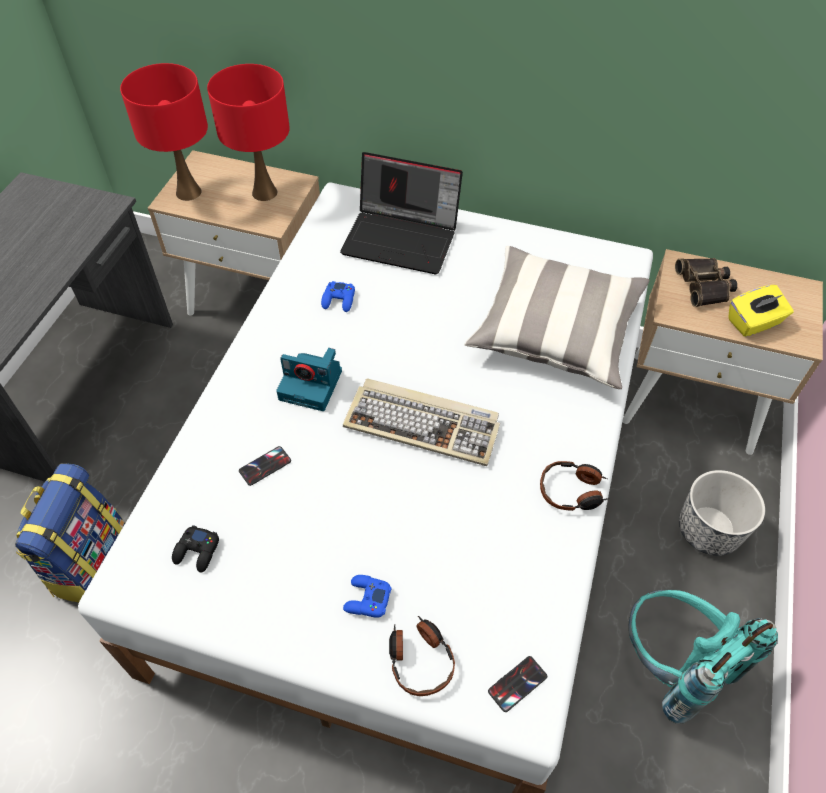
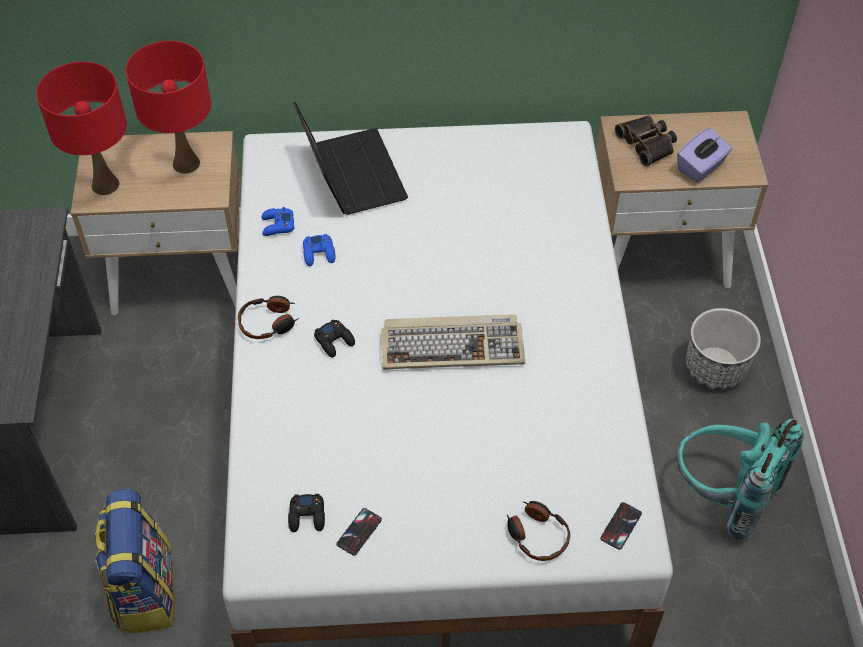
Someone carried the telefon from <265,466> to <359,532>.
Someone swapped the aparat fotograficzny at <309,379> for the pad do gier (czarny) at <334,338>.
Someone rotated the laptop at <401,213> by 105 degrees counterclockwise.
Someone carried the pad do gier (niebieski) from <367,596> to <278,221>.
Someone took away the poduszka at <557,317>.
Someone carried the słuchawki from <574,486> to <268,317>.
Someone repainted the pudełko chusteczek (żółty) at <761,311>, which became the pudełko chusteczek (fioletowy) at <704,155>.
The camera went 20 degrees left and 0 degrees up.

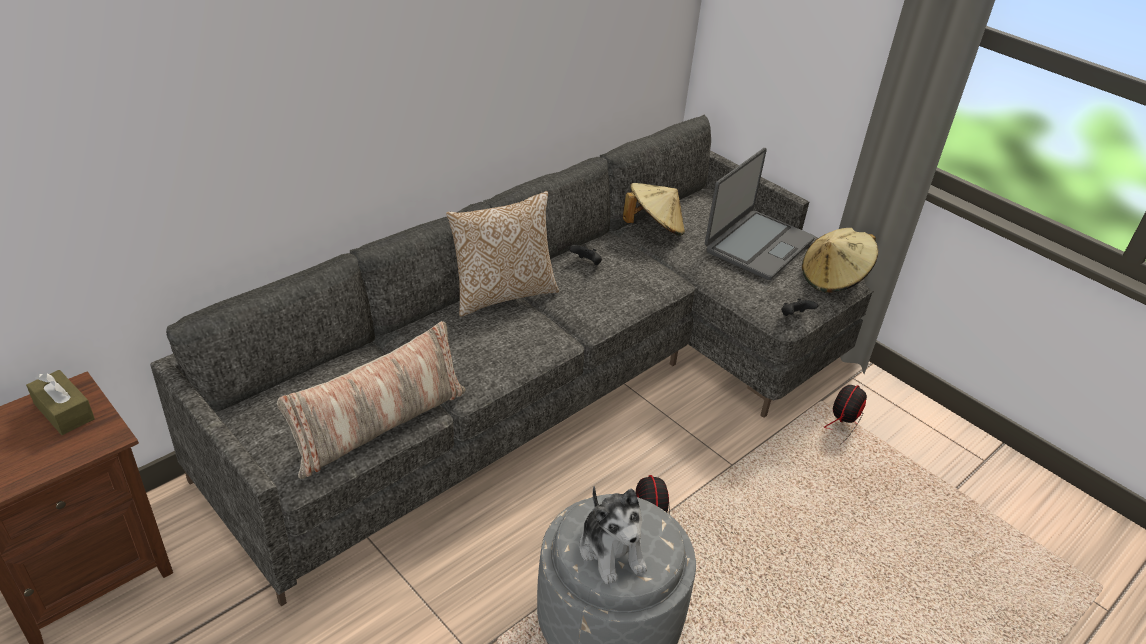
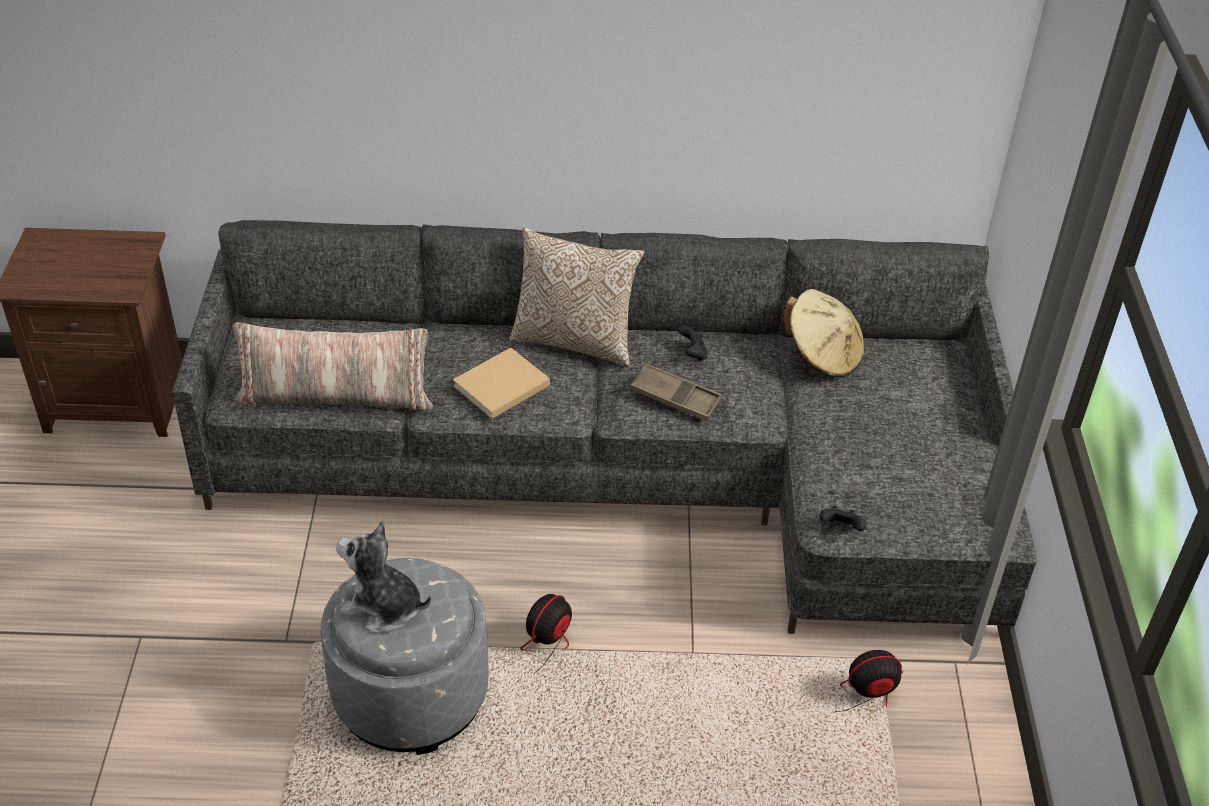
Someone took away the pudełko chusteczek (brązowy) at <60,402>.
Someone rotated the pluszak at <613,535> by 90 degrees clockwise.
Someone took away the laptop at <760,214>.
Someone took away the kapelusz (beżowy) at <840,260>.
Someone put down the książka (beżowy) at <501,383>.
Someone put down the taca (brązowy) at <676,392>.
The camera went 45 degrees right and 5 degrees up.

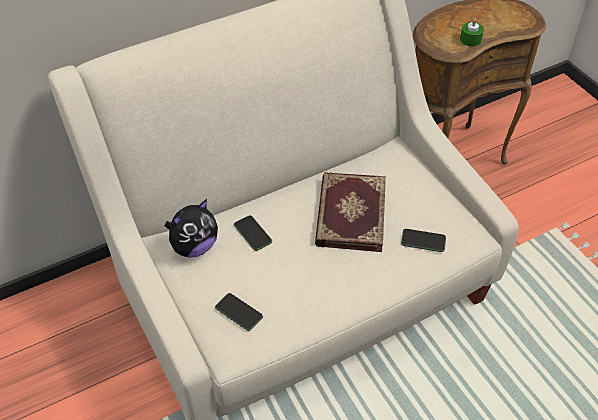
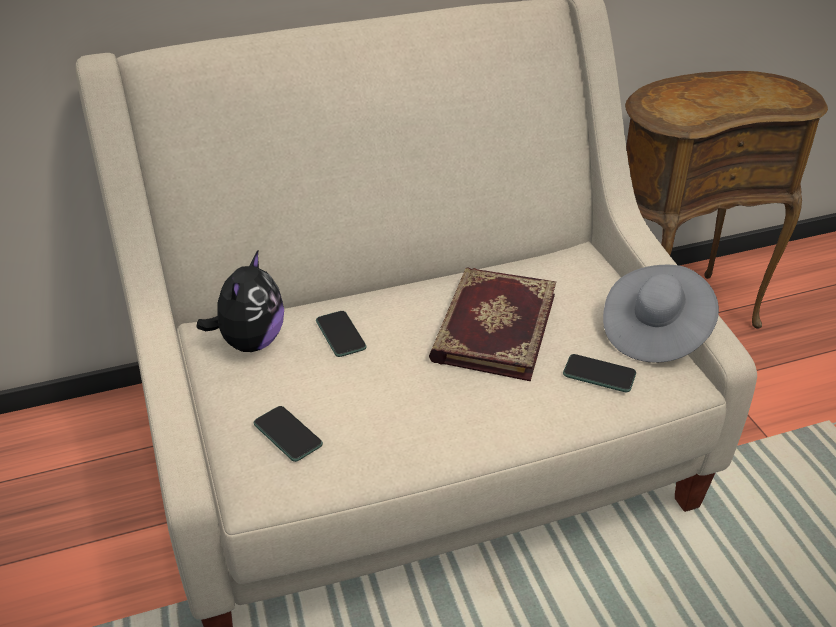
Someone rotated the pluszak at <191,228> by 45 degrees counterclockwise.
Someone took away the świeca (zielony) at <472,32>.
Someone put down the kapelusz (szary) at <661,314>.
The camera went 10 degrees right and 10 degrees down.

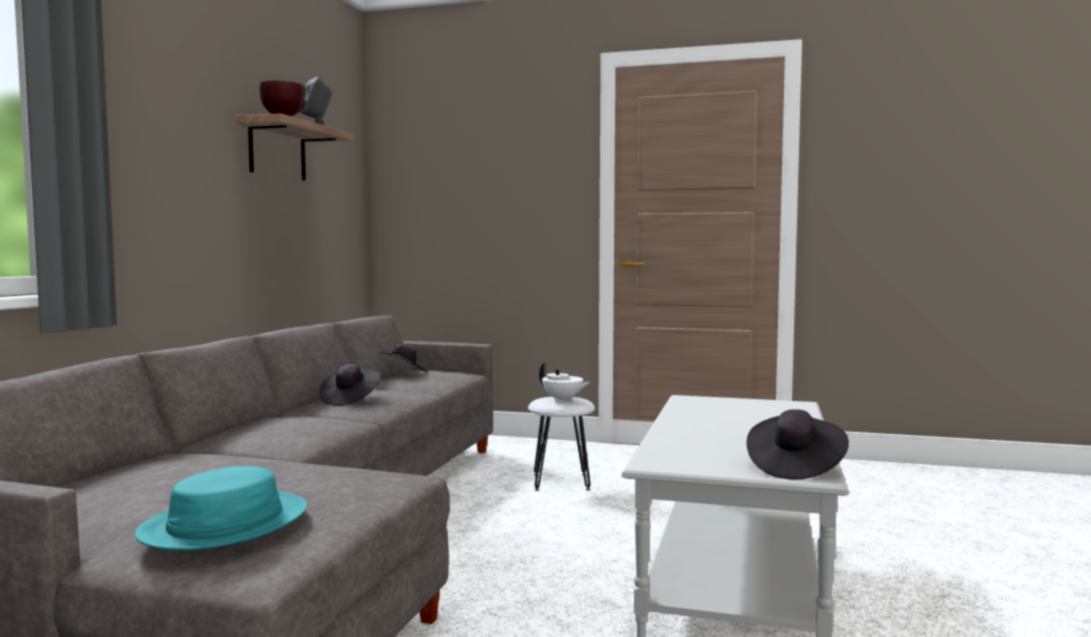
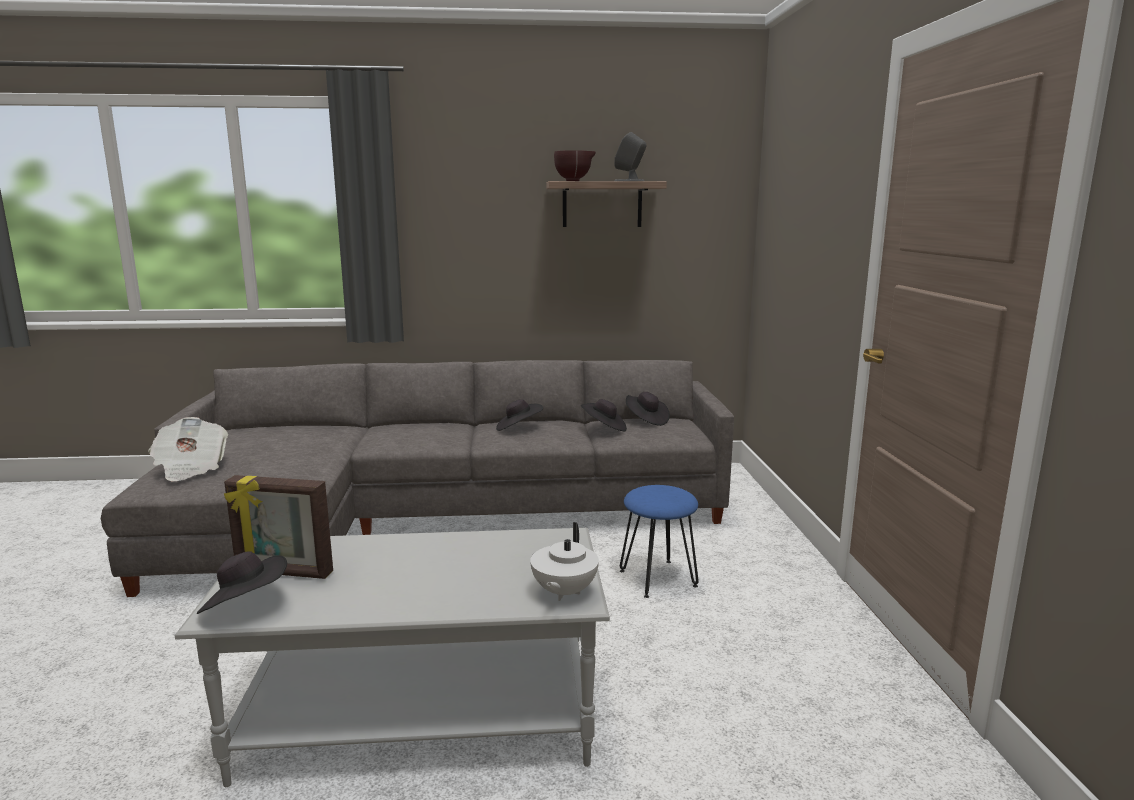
Someone swapped the kapelusz (turkusowy) at <221,508> for the gazeta at <188,449>.
Someone repainted the stołek (biały) at <561,444>, which became the stołek (niebieski) at <659,541>.
Someone carried the imbryk (biały) from <564,382> to <564,561>.
Someone put down the ramka na zdjęcie at <278,527>.
Someone put down the kapelusz (czarny) at <604,415>.
The camera went 70 degrees right and 10 degrees up.

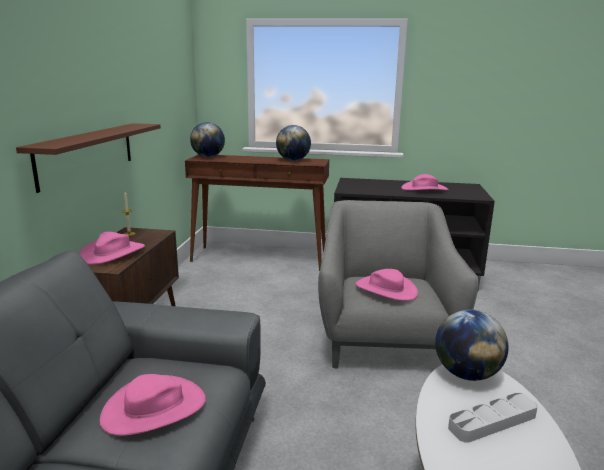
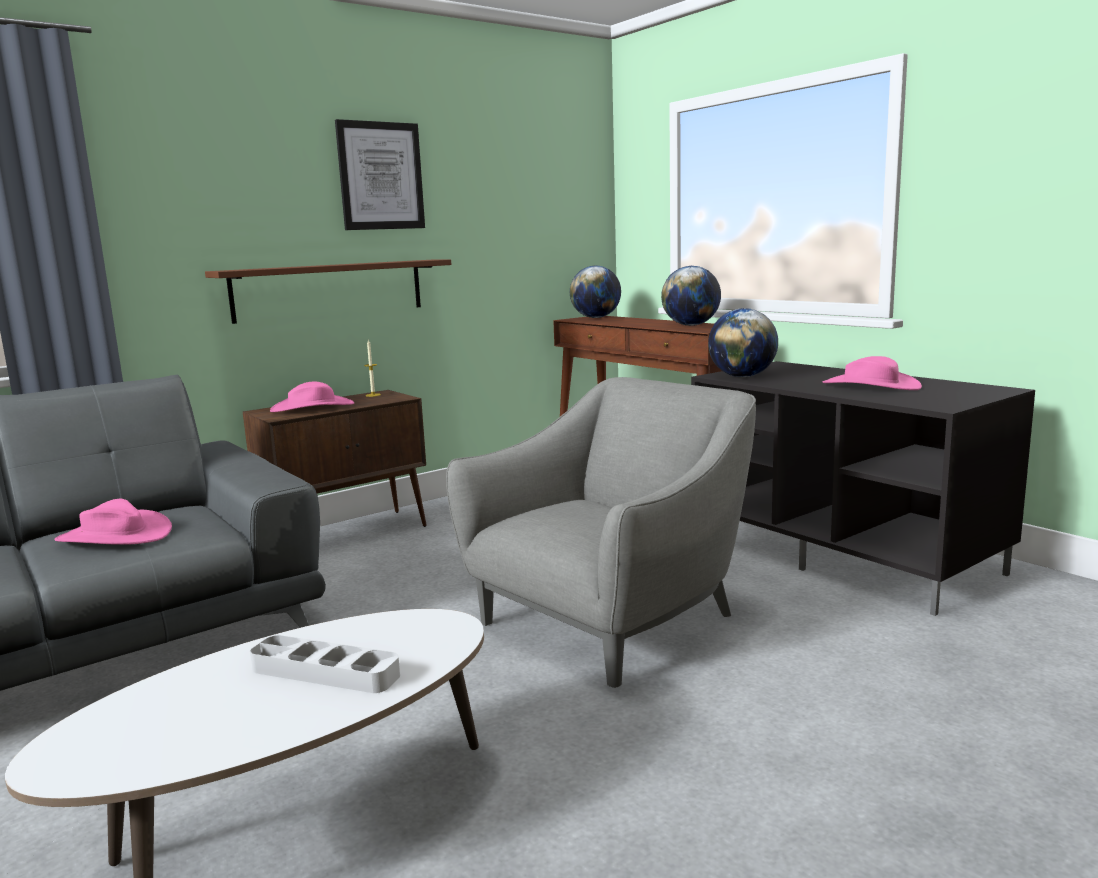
Someone took away the kapelusz (różowy) at <386,285>.
Someone carried the globus from <472,345> to <743,342>.
Someone put up the obraz at <380,174>.
The camera went 45 degrees right and 5 degrees down.

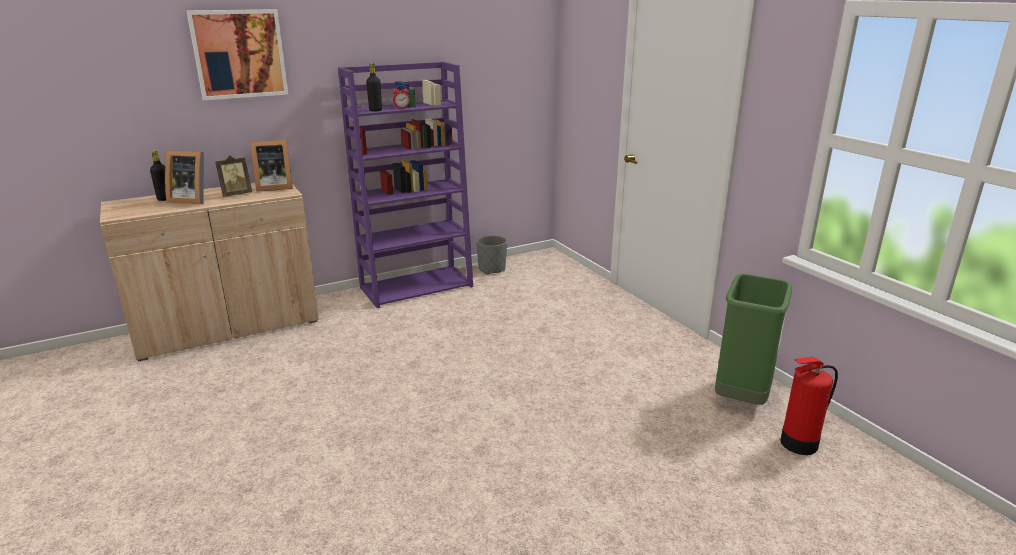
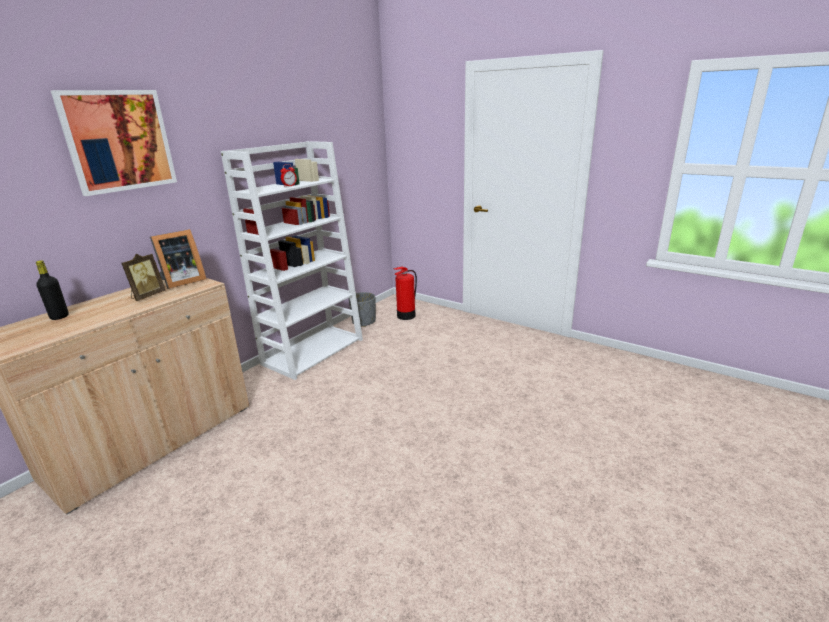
Someone took away the ramka na zdjęcie at <184,177>.
Someone repainted the regał (fioletowy) at <405,185>, which became the regał (biały) at <292,260>.
Someone took away the butelka (czarny) at <374,87>.
Someone took away the kosz na śmieci (zielony) at <753,339>.
Someone carried the gaśnica from <809,406> to <405,293>.
The camera went 25 degrees left and 0 degrees up.

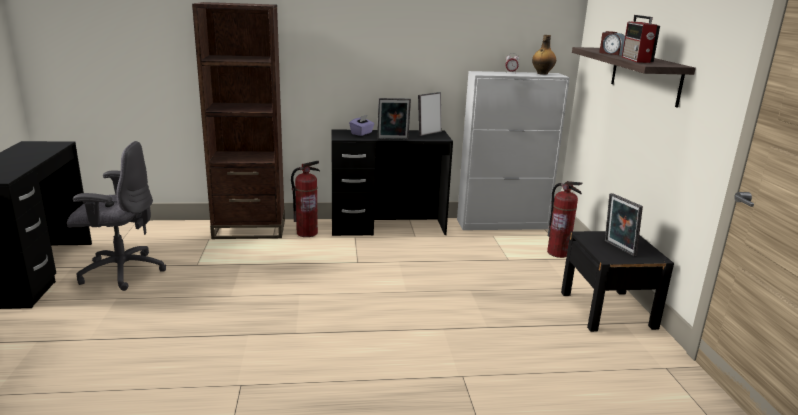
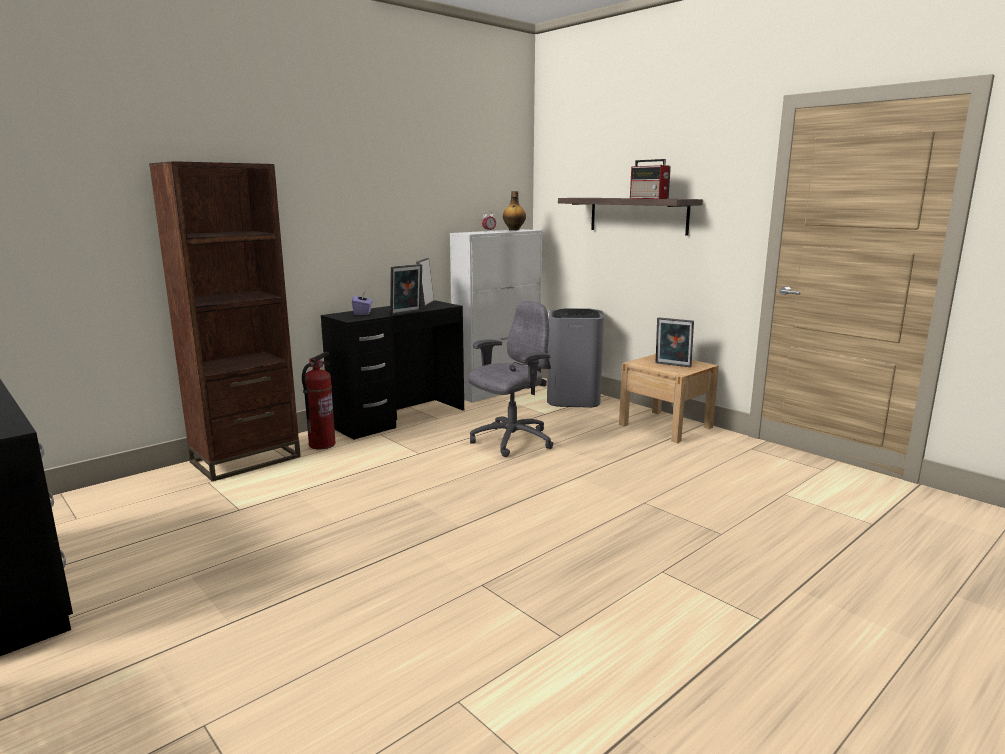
Someone carried the krzesło biurowe (szary) from <116,216> to <510,379>.
Someone swapped the gaśnica at <565,219> for the kosz na śmieci (szary) at <575,358>.
Someone repainted the szafka nocna (czarny) at <617,281>, which became the szafka nocna (beżowy) at <669,398>.
Someone took away the budzik at <612,43>.
The camera went 35 degrees left and 5 degrees down.

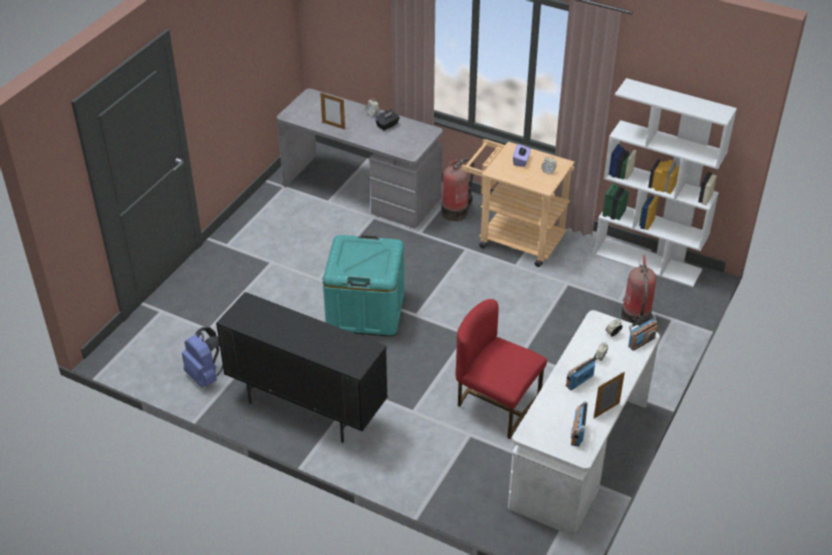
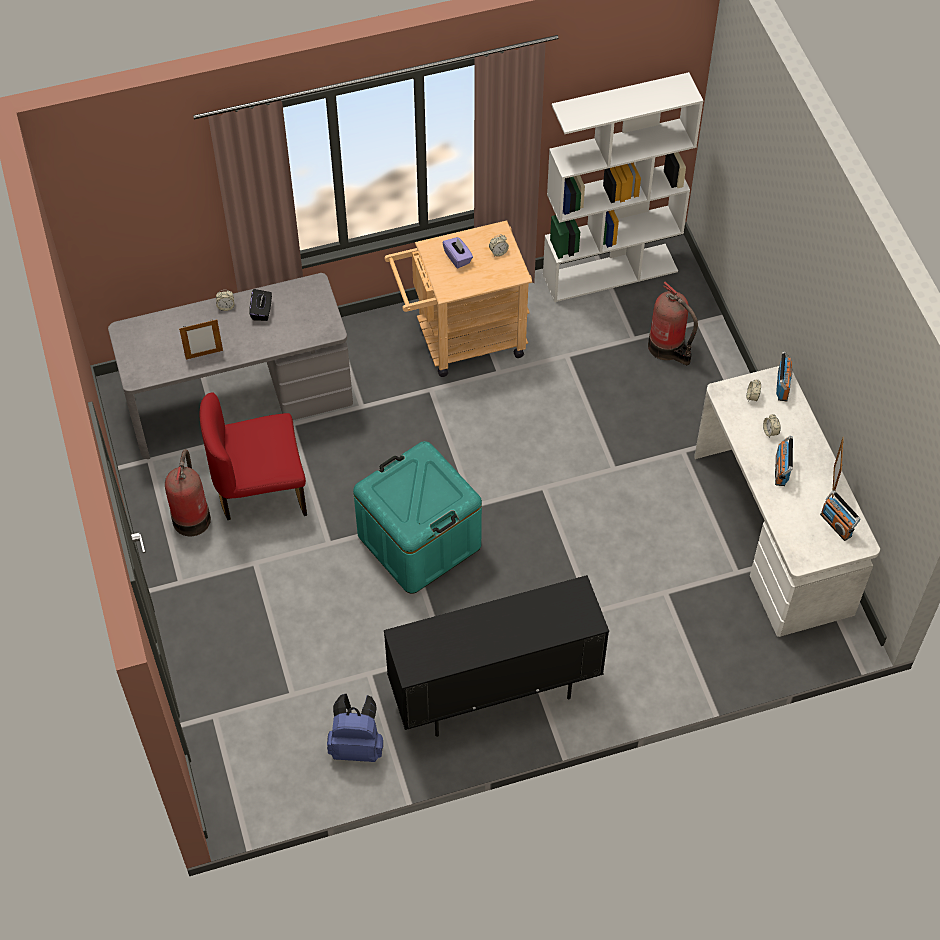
Someone carried the gaśnica from <457,189> to <188,492>.
Someone carried the krzesło (czerwony) from <501,369> to <253,456>.
The camera went 45 degrees left and 15 degrees up.

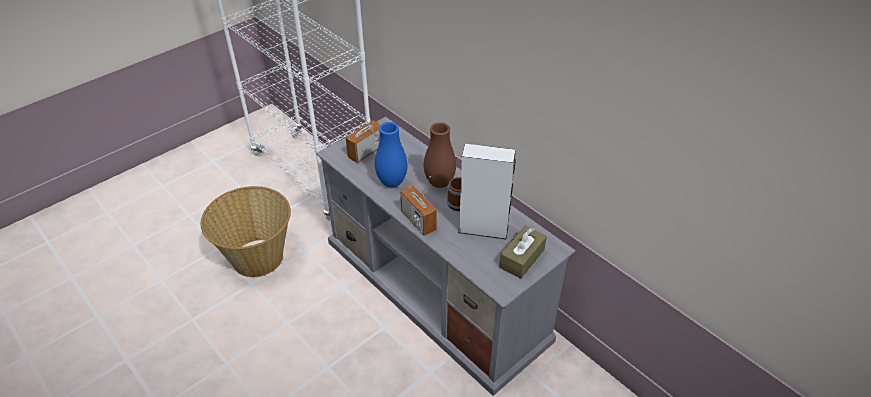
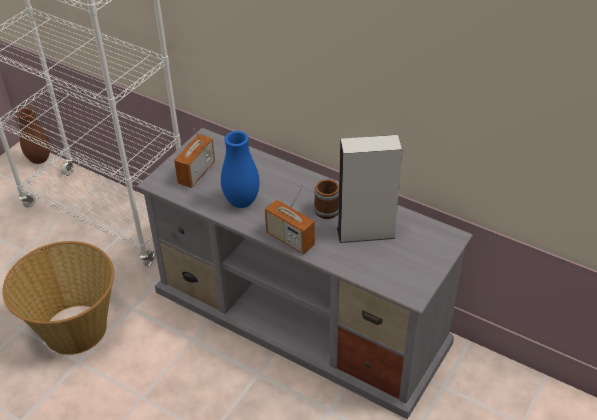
Someone carried the wazon (brązowy) from <440,155> to <33,135>.
Someone took away the pudełko chusteczek (brązowy) at <523,252>.
The camera went 15 degrees left and 0 degrees up.

